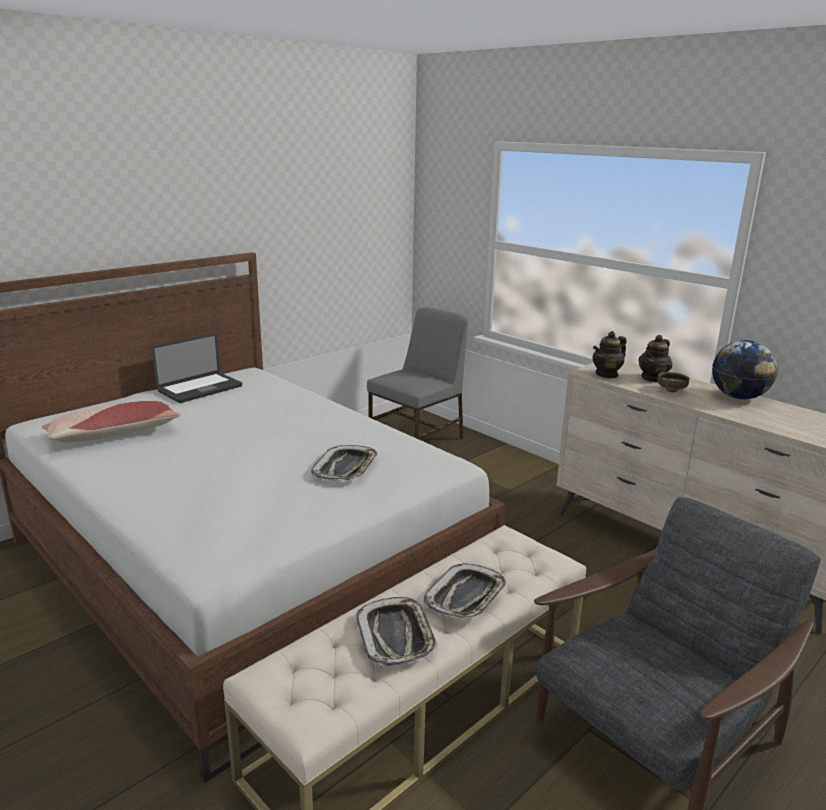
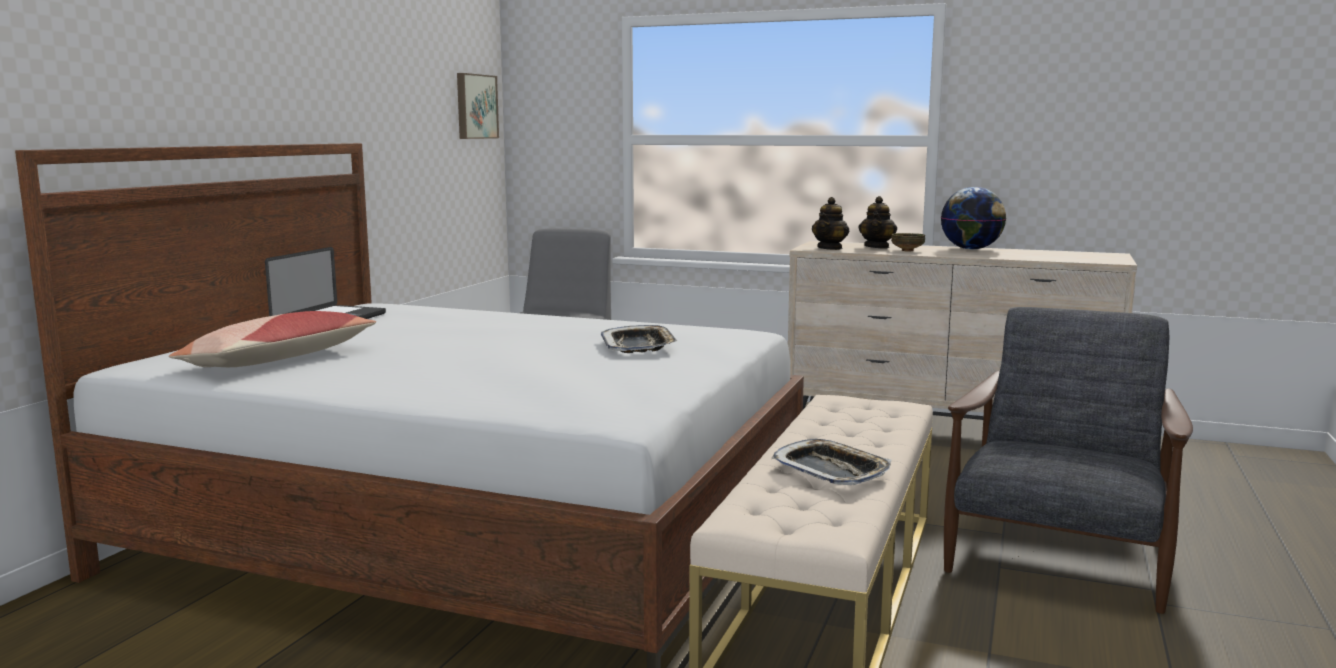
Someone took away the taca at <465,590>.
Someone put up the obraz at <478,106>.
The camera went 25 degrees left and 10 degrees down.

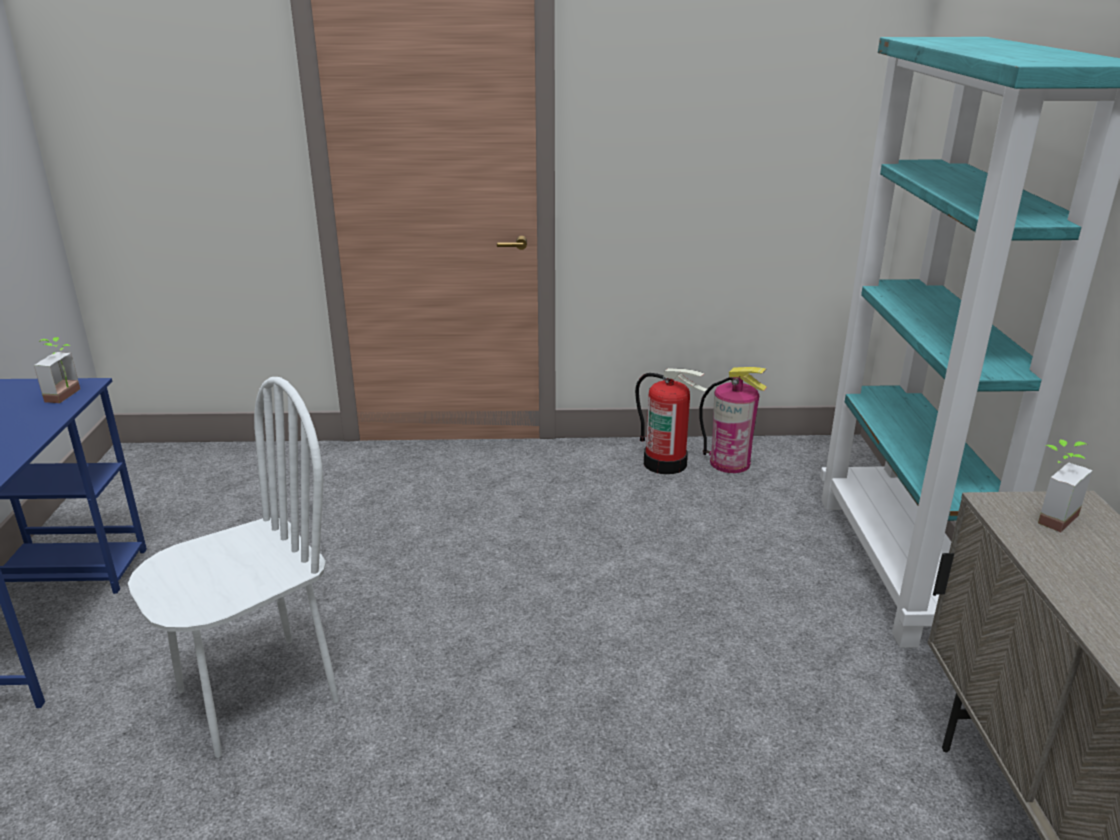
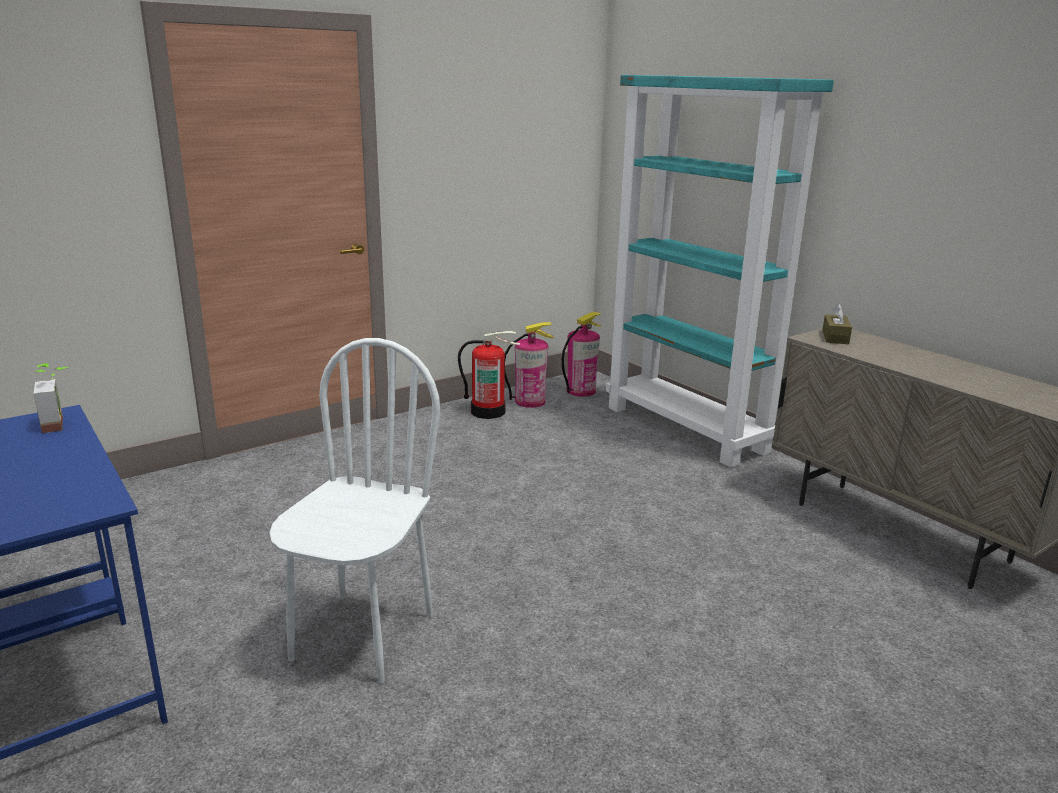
Someone swapped the roślina doniczkowa at <1065,485> for the pudełko chusteczek (brązowy) at <837,324>.
Someone put down the gaśnica at <581,354>.
The camera went 35 degrees left and 5 degrees down.

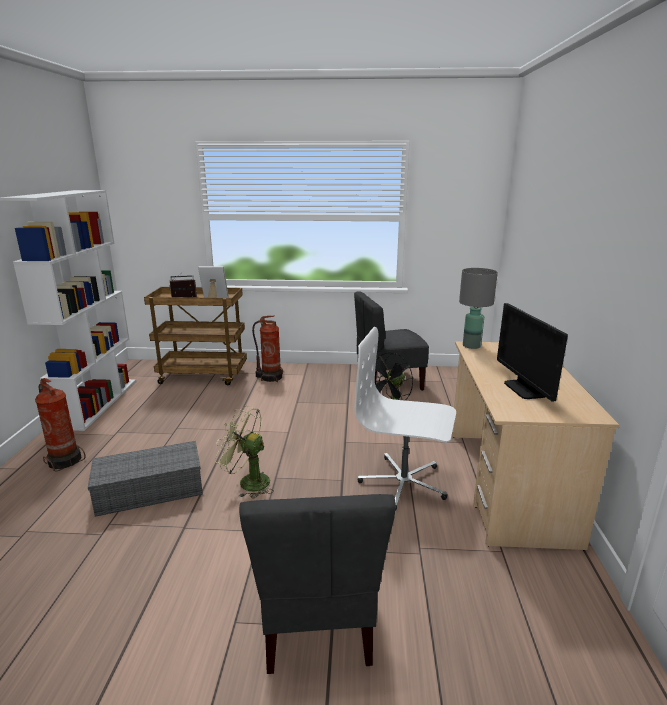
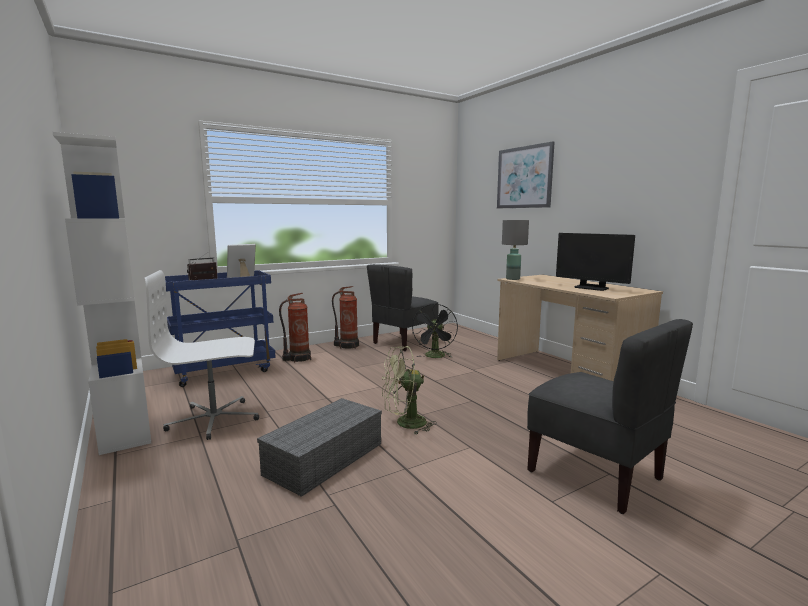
Someone carried the gaśnica from <60,425> to <345,317>.
Someone repainted the wózek (brązowy) at <195,336>, which became the wózek (niebieski) at <220,328>.
Someone carried the krzesło biurowe (biały) from <405,419> to <202,355>.
Someone put up the obraz at <526,174>.
The camera went 35 degrees left and 10 degrees down.

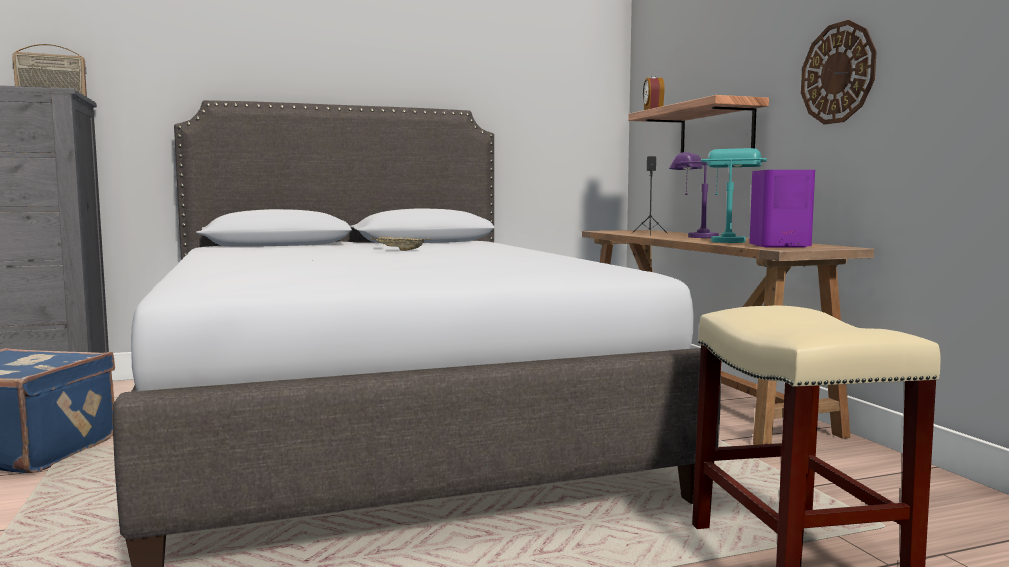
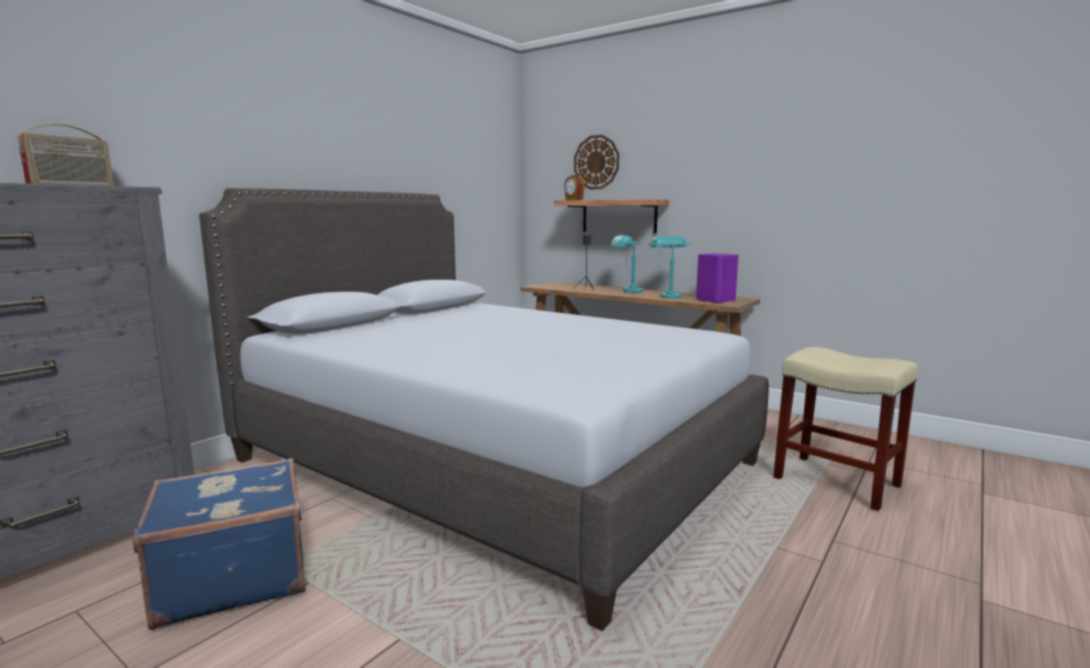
Someone took away the taca (beżowy) at <401,243>.
Someone repainted the lampa stołowa (fioletowy) at <694,195>, which became the lampa stołowa (turkusowy) at <626,264>.
Someone carried the zegar ścienny from <839,72> to <596,162>.
The camera went 35 degrees left and 5 degrees up.

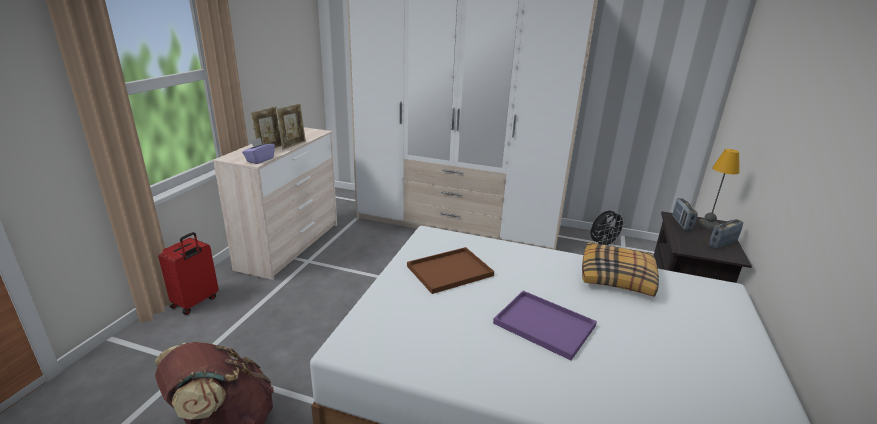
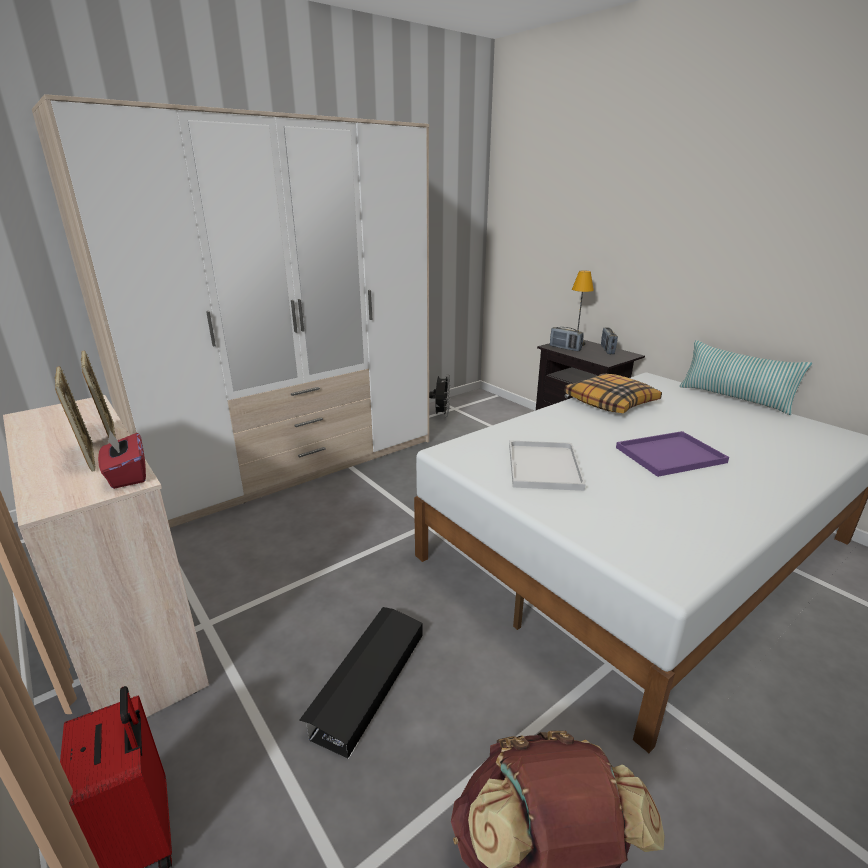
Someone repainted the pudełko chusteczek (fioletowy) at <258,151>, which became the pudełko chusteczek (czerwony) at <122,460>.
Someone repainted the taca (brązowy) at <450,270>, which became the taca (biały) at <547,466>.
Someone put down the pojemnik do przechowywania (czarny) at <361,683>.
Someone put down the poduszka at <746,377>.
The camera went 55 degrees left and 0 degrees up.

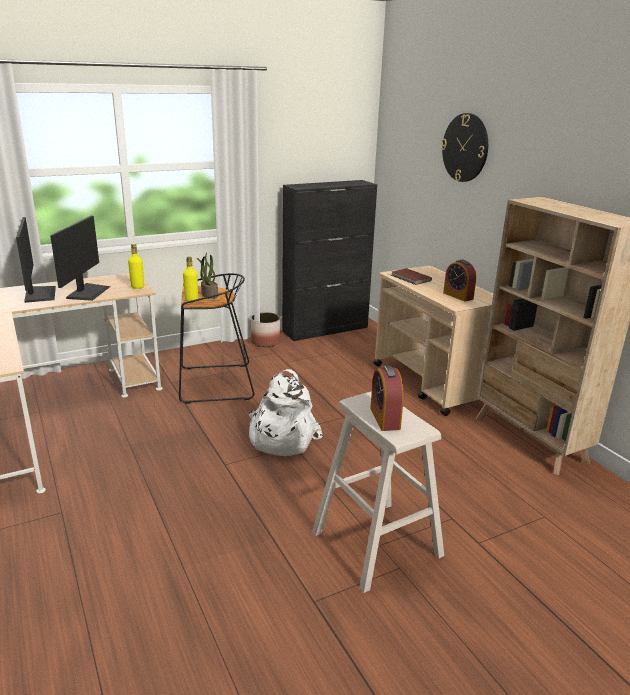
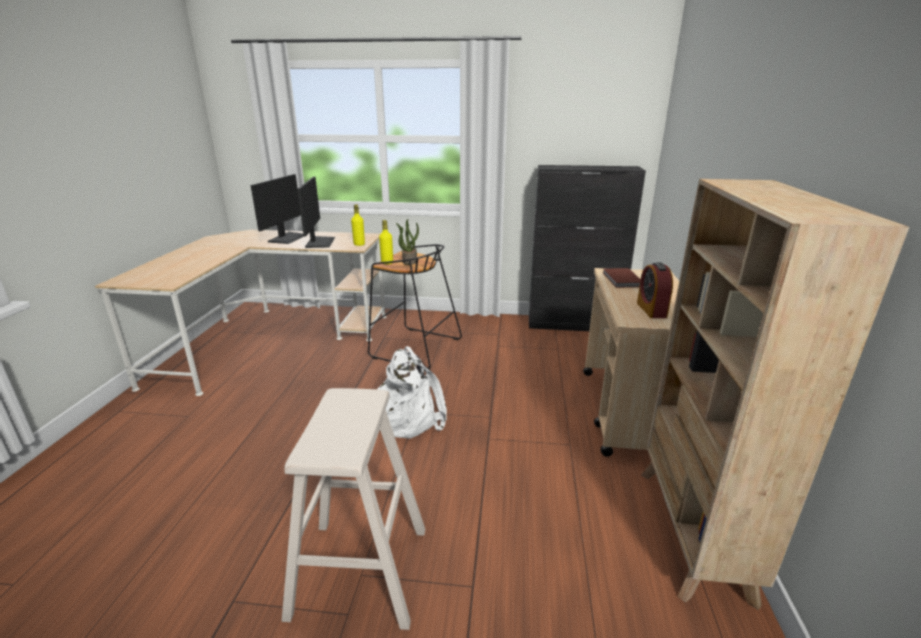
Someone rotated the monitor at <80,258> by 45 degrees counterclockwise.
Someone took away the donica at <266,329>.
Someone took away the budzik at <387,398>.
Someone took away the zegar ścienny at <464,147>.
The camera went 35 degrees right and 0 degrees up.

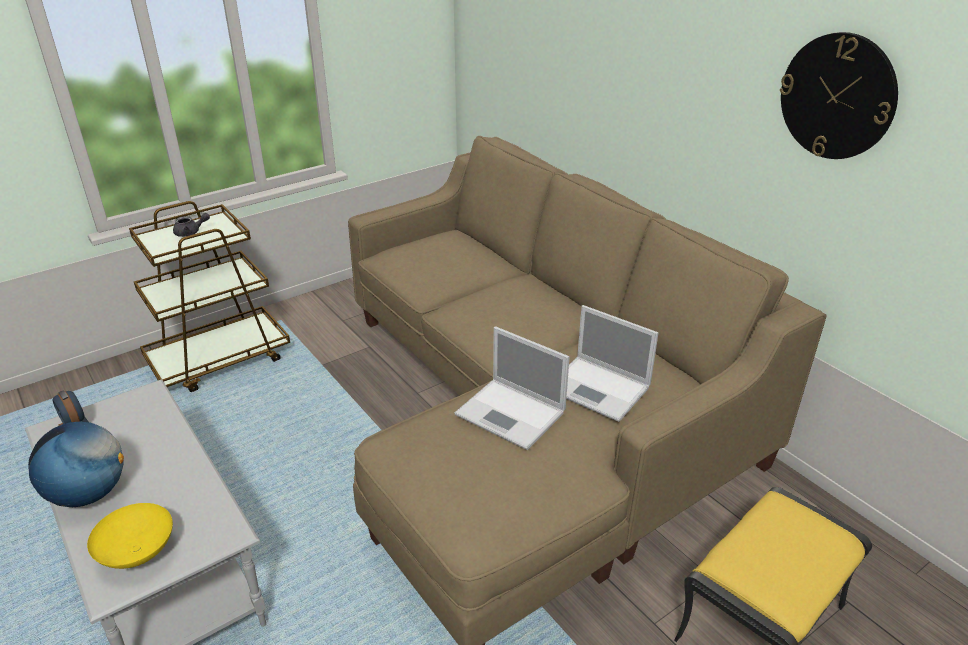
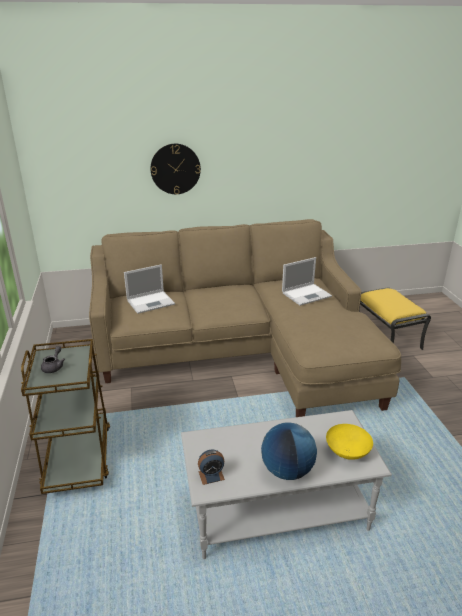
Someone carried the laptop from <512,388> to <149,289>.
Someone carried the zegar ścienny from <839,95> to <175,169>.
The camera went 65 degrees left and 5 degrees down.

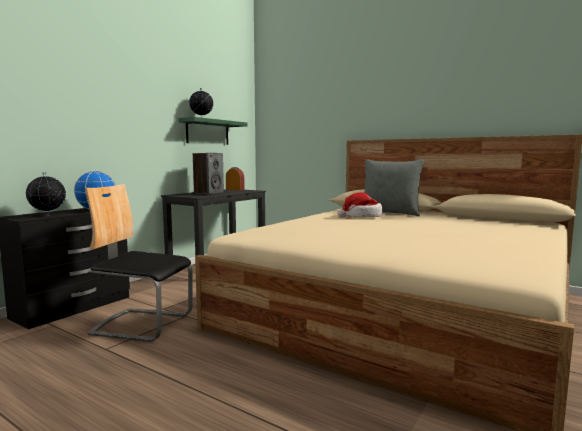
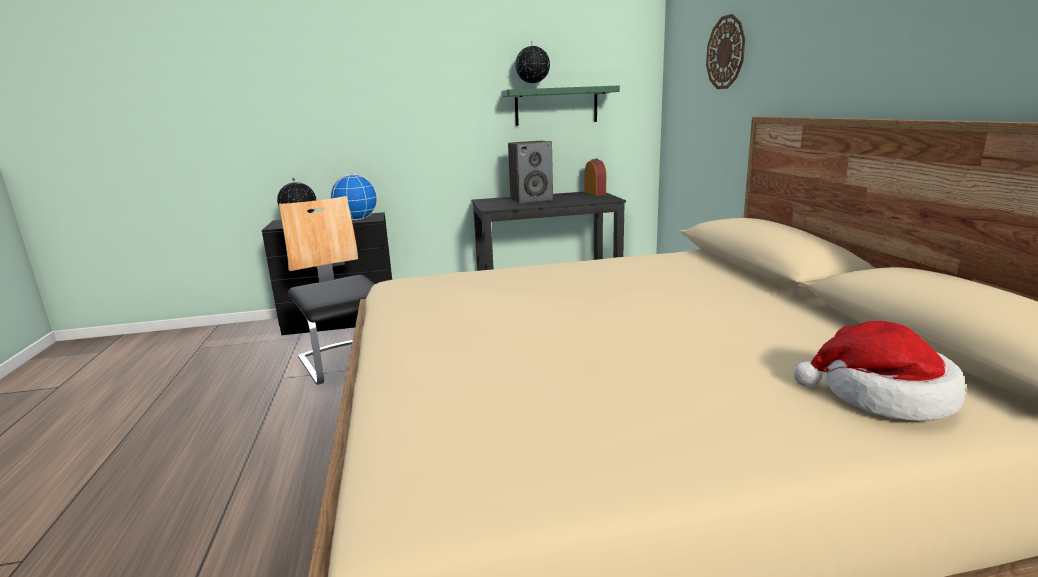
Someone carried the kapelusz from <360,205> to <879,371>.
Someone took away the poduszka (szary) at <394,187>.
Someone put up the zegar ścienny at <725,51>.
The camera went 45 degrees right and 10 degrees up.

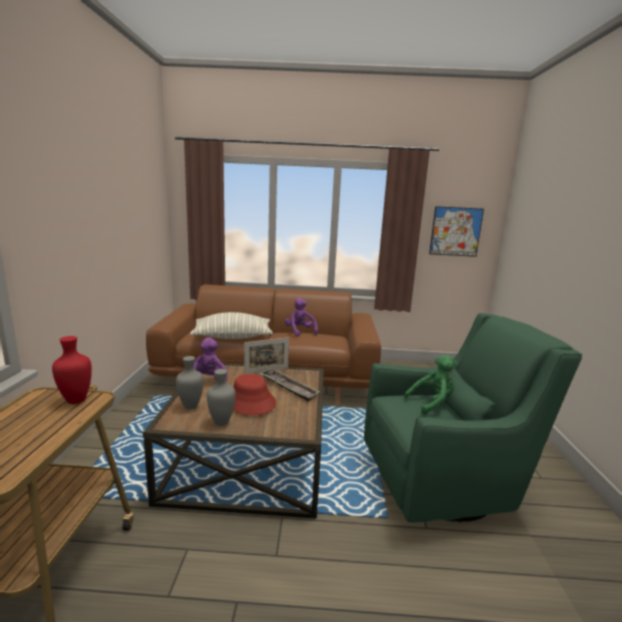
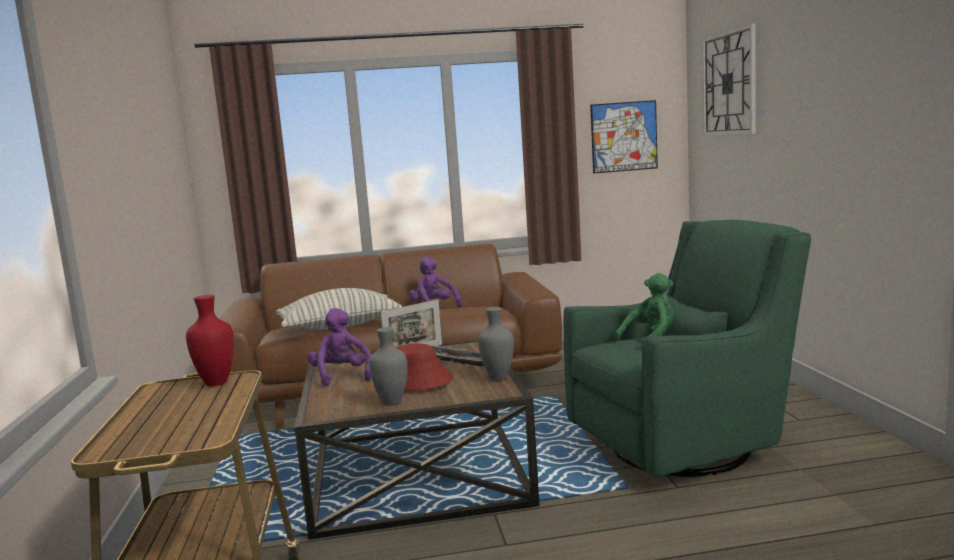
Someone carried the wazon (szary) from <190,383> to <496,344>.
Someone put up the zegar ścienny at <729,79>.
The camera went 10 degrees left and 5 degrees down.

